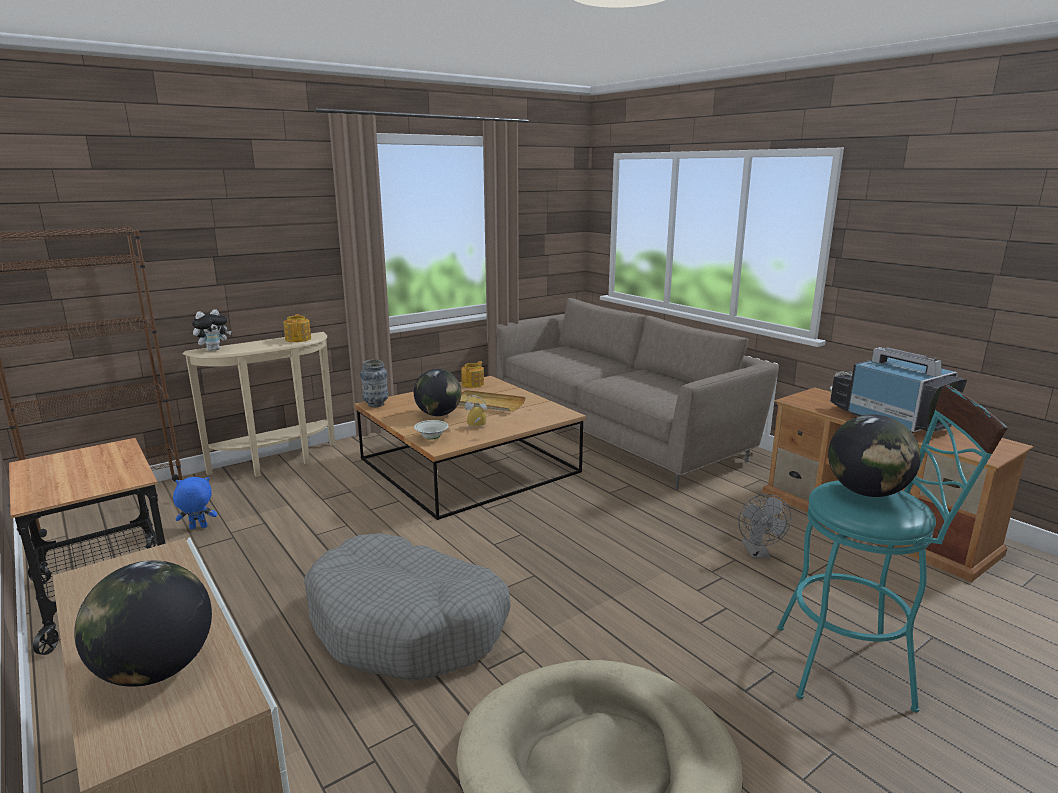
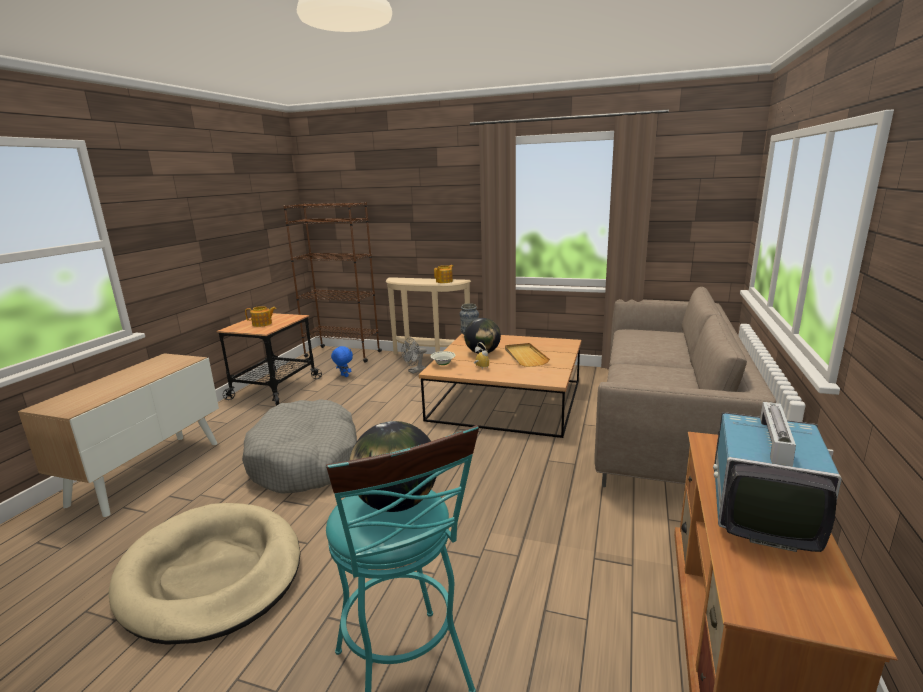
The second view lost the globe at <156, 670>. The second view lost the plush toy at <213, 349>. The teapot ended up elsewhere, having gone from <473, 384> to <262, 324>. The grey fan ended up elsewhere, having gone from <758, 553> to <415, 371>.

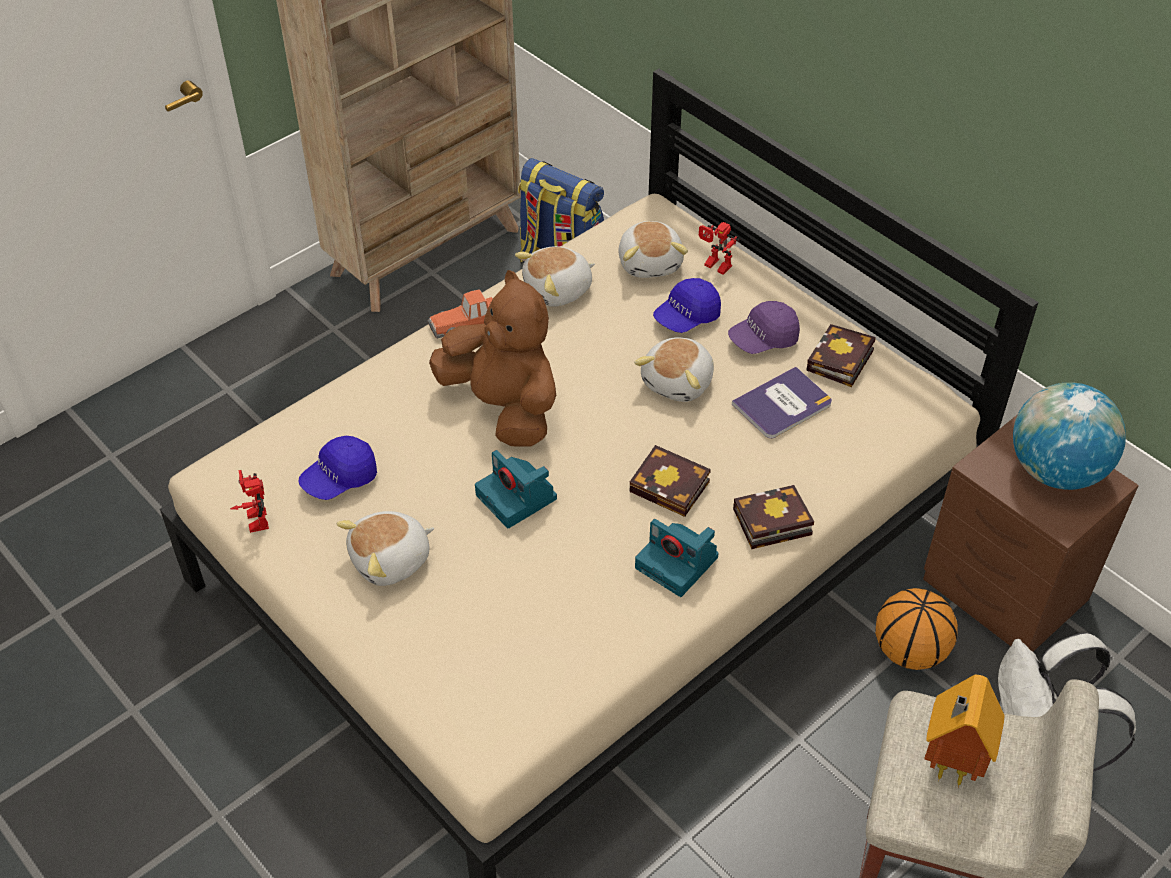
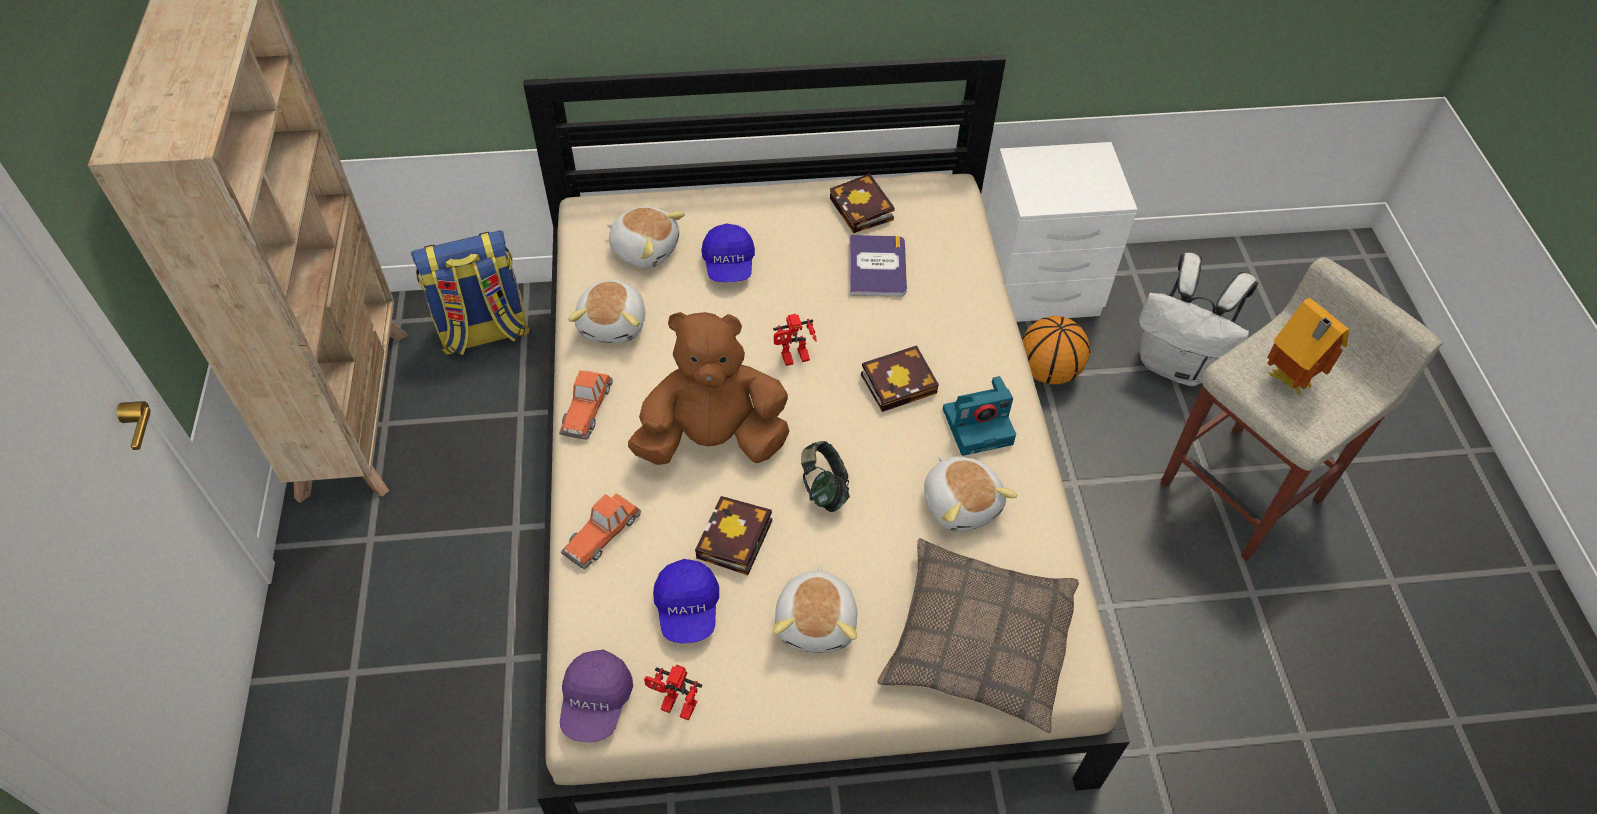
Where the photo camera stood at <518, 497>, the headphones came to stand at <824, 489>. The plush toy ended up elsewhere, having gone from <679, 382> to <961, 503>. The toy robot ended up elsewhere, having gone from <714, 266> to <794, 360>. The purple cap ended up elsewhere, having gone from <763, 339> to <596, 702>. The book ended up elsewhere, having gone from <769, 523> to <734, 543>. What was the brown nightstand at <1005, 593> turned into the white nightstand at <1041, 289>. The second view lost the globe at <1055, 470>. The second view gained the toy car at <602, 533>. The second view gained the pillow at <977, 642>.

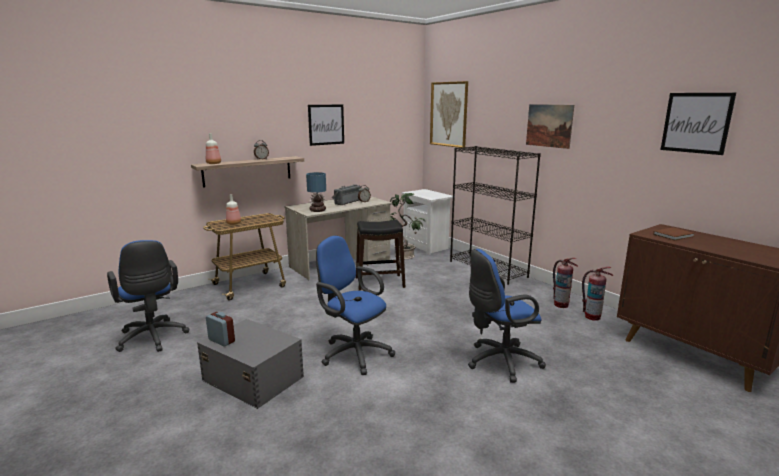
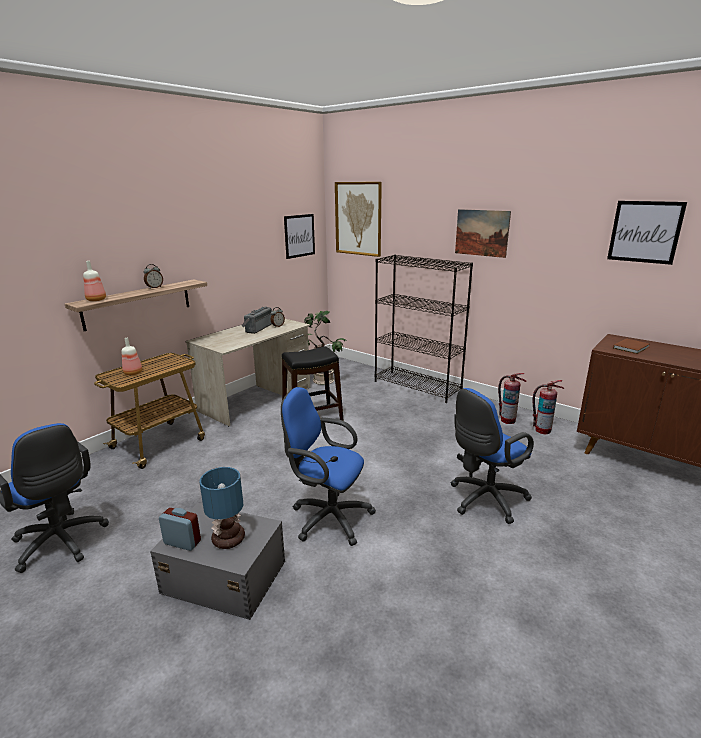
The table lamp ended up elsewhere, having gone from <317, 210> to <228, 540>. The picture ended up elsewhere, having gone from <326, 124> to <299, 236>. The second view lost the white nightstand at <427, 246>.

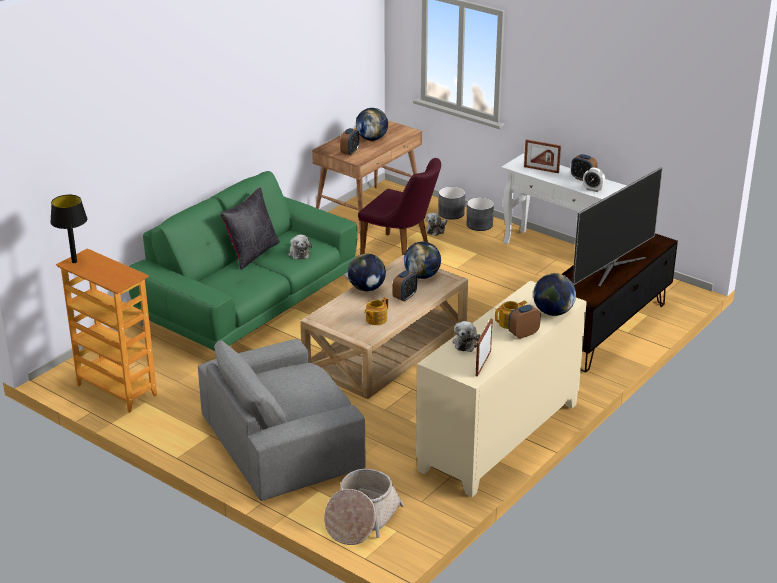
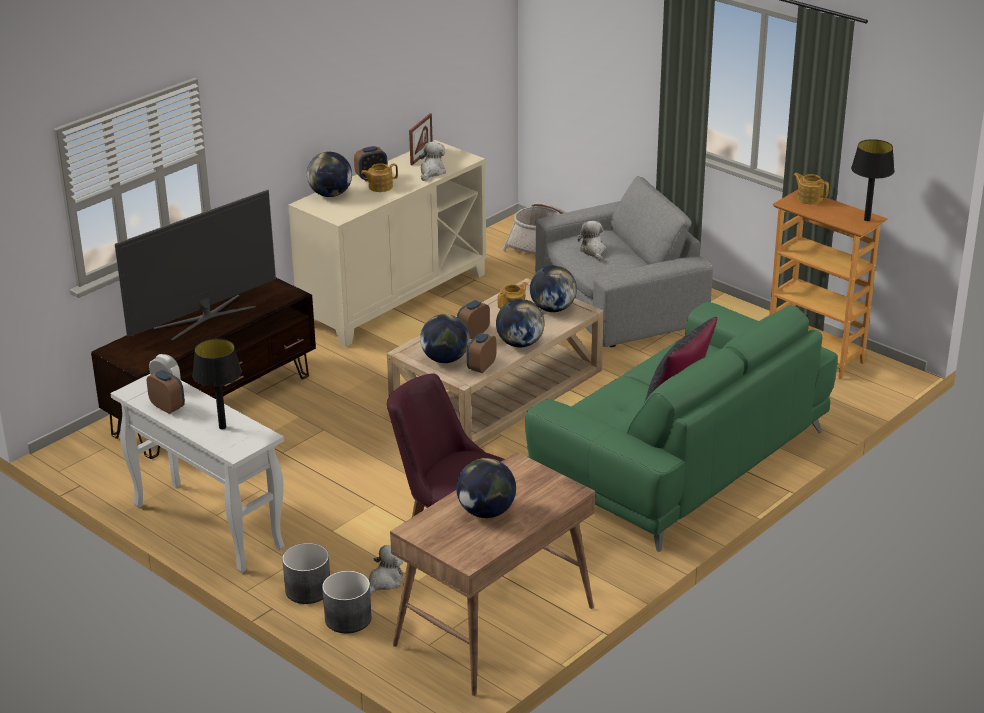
The plush toy ended up elsewhere, having gone from <299, 253> to <593, 251>. The alarm clock ended up elsewhere, having gone from <350, 152> to <481, 367>. Where the picture frame stood at <541, 169>, the black table lamp came to stand at <222, 427>. The second view gained the globe at <552, 309>. The second view gained the teapot at <809, 198>.

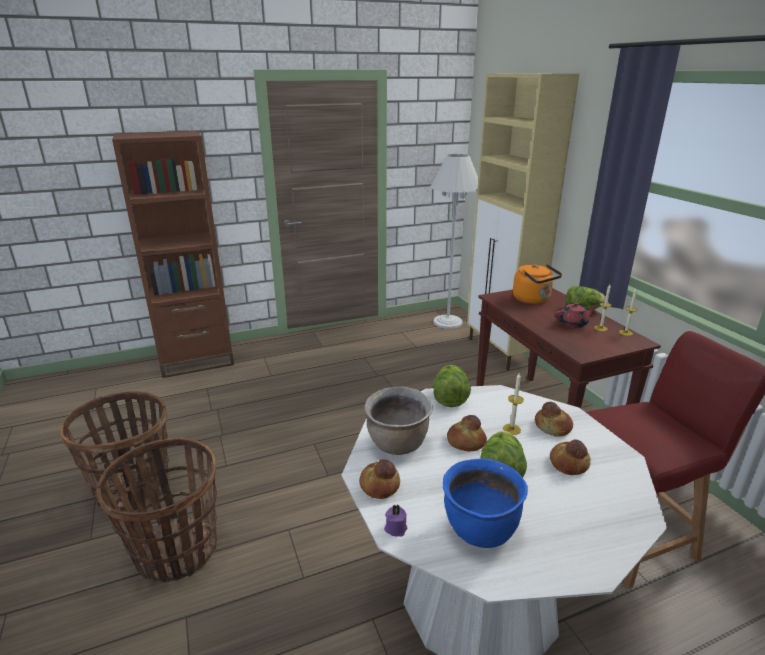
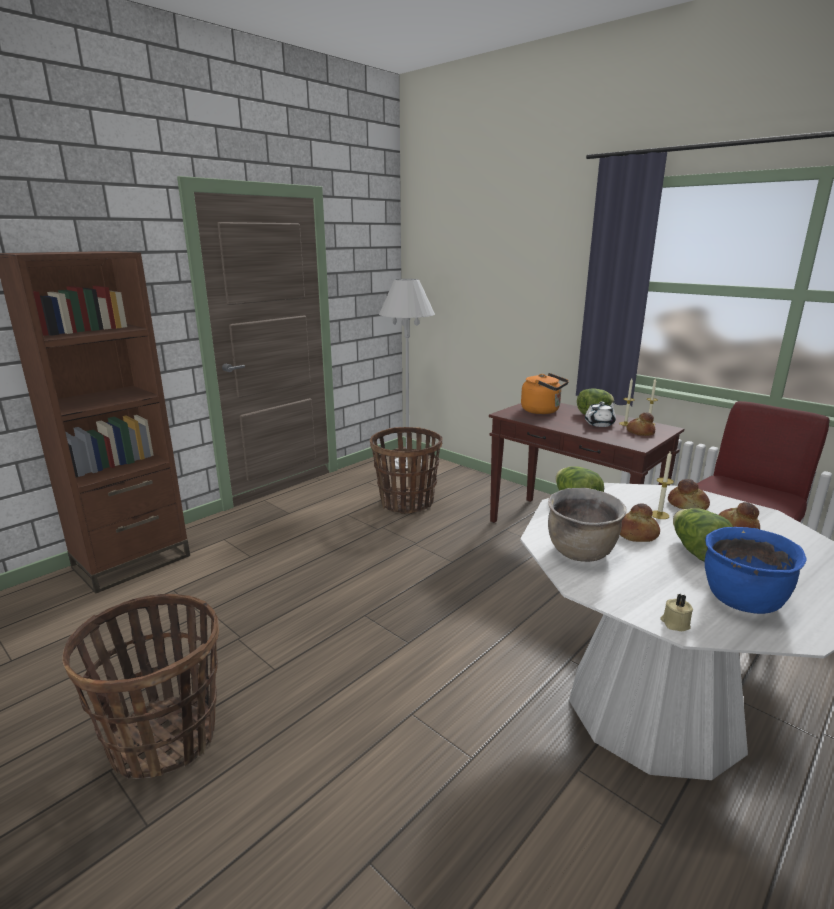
The basket ended up elsewhere, having gone from <176, 551> to <406, 503>. The bread ended up elsewhere, having gone from <379, 485> to <640, 432>. What was the purple candle at <395, 527> turned into the beige candle at <674, 623>. The second view lost the beige cabinet at <500, 351>. What was the red teapot at <573, 324> turned into the white teapot at <600, 424>.

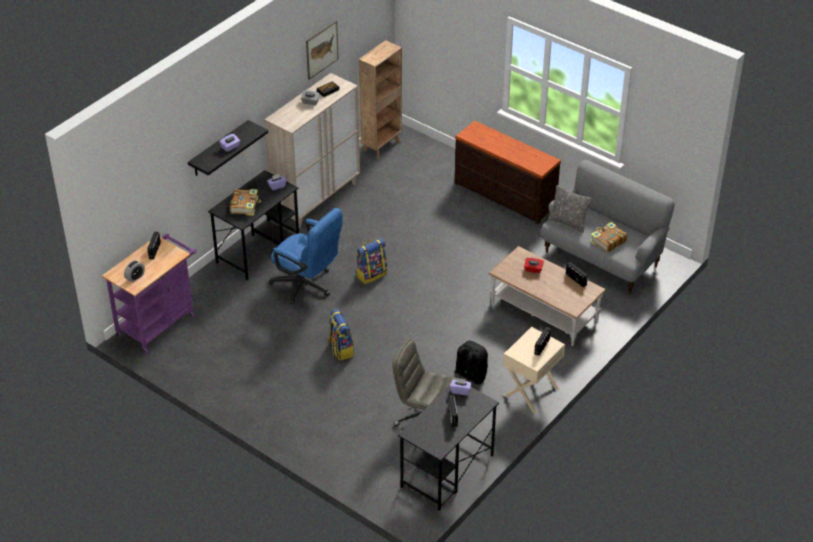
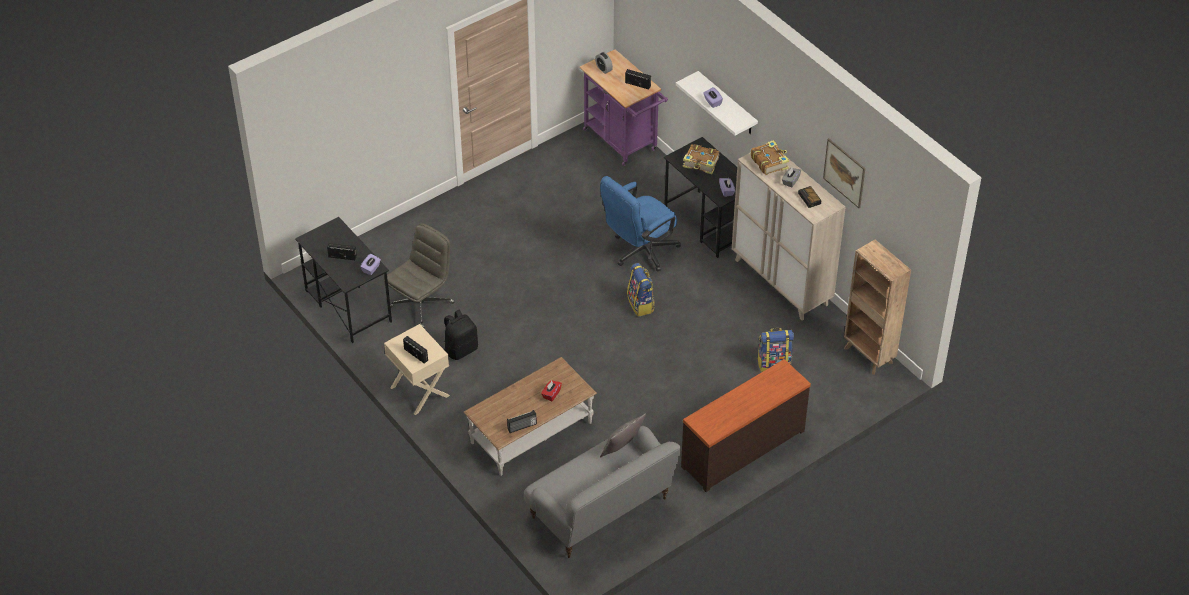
What was the black shelf at <219, 149> turned into the white shelf at <727, 104>. The backpack ended up elsewhere, having gone from <340, 349> to <774, 363>. The book ended up elsewhere, having gone from <607, 241> to <769, 162>.

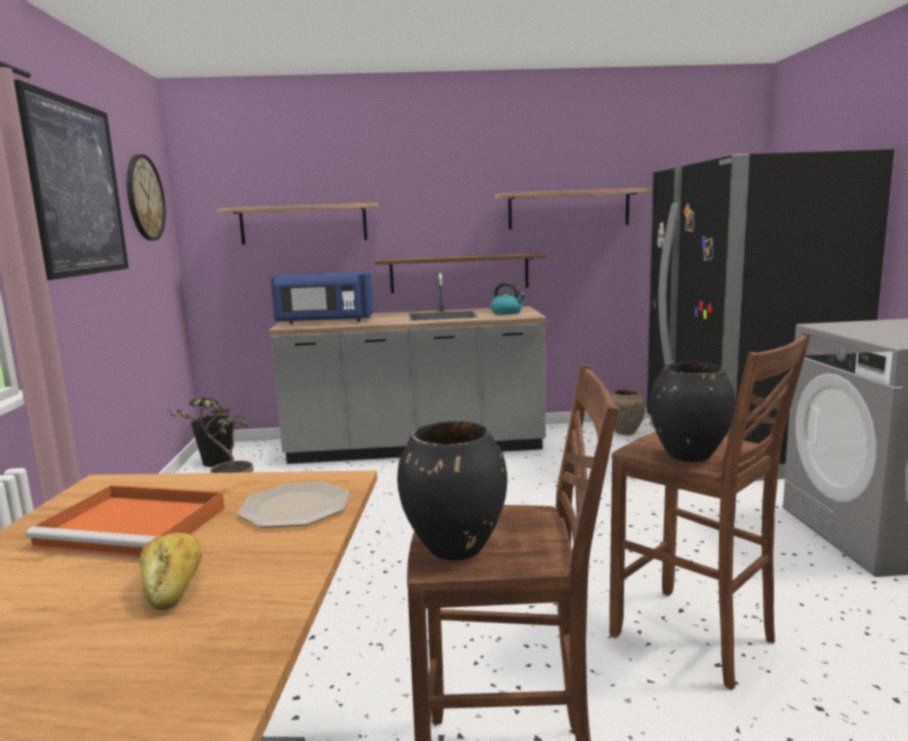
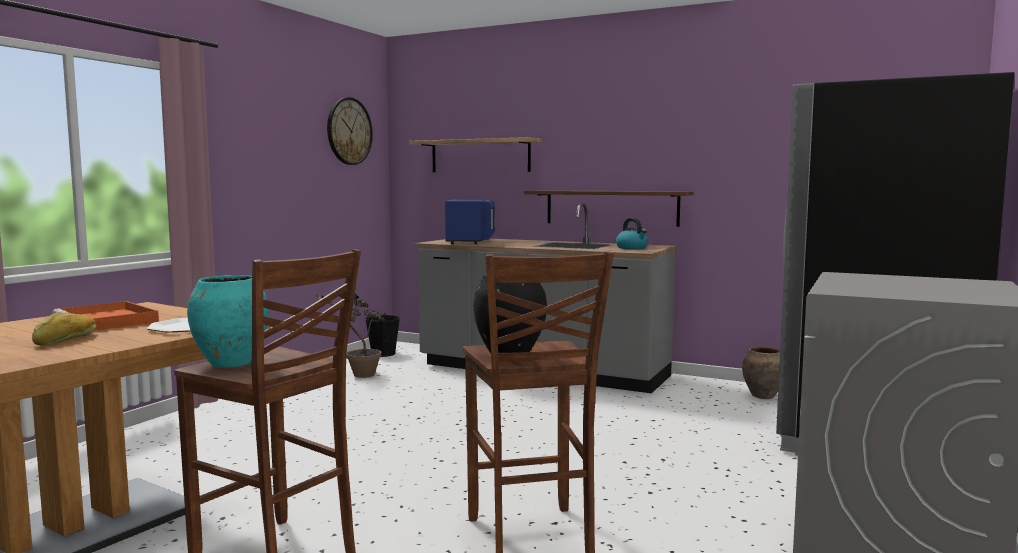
The second view lost the picture at <77, 188>. The blue microwave at <324, 321> ended up facing another way, 120 degrees counterclockwise from before. What was the black vase at <456, 549> turned into the turquoise vase at <231, 364>. The second view lost the shelf at <568, 209>.

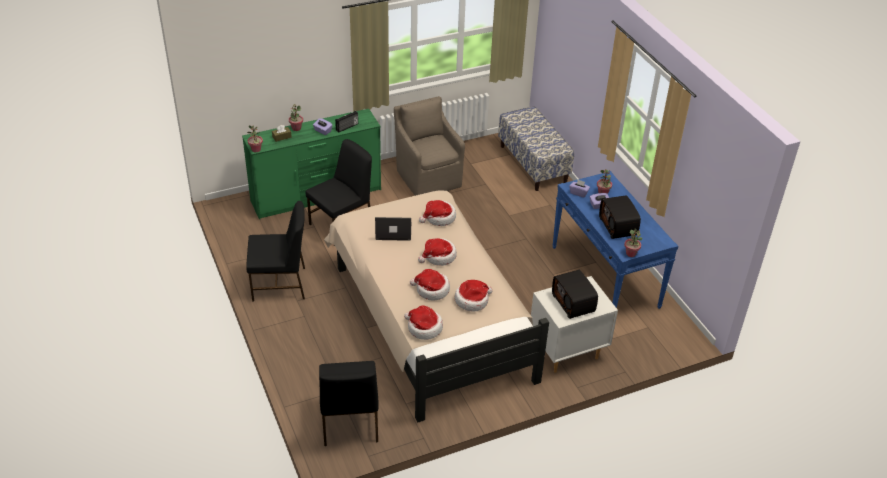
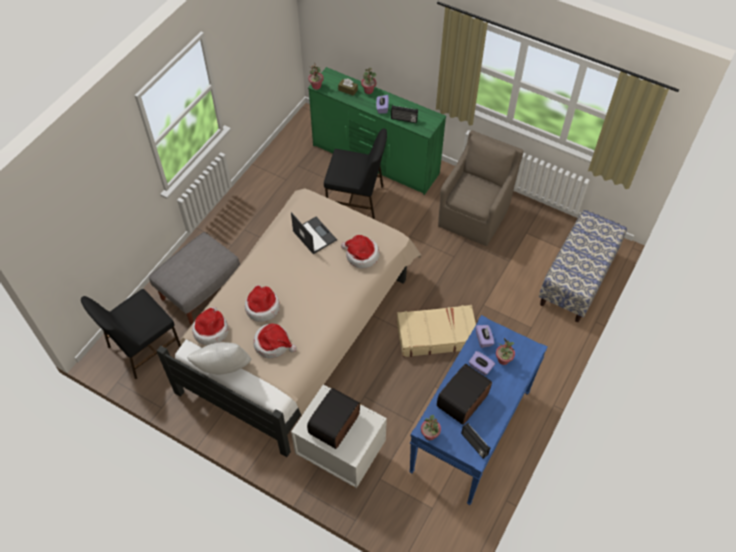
The second view lost the black chair at <280, 284>. The second view lost the hat at <438, 256>. The second view gained the grey ottoman at <201, 290>. The second view gained the white pillow at <224, 371>. The second view gained the beige suitcase at <436, 335>. The second view gained the radio at <474, 444>.

